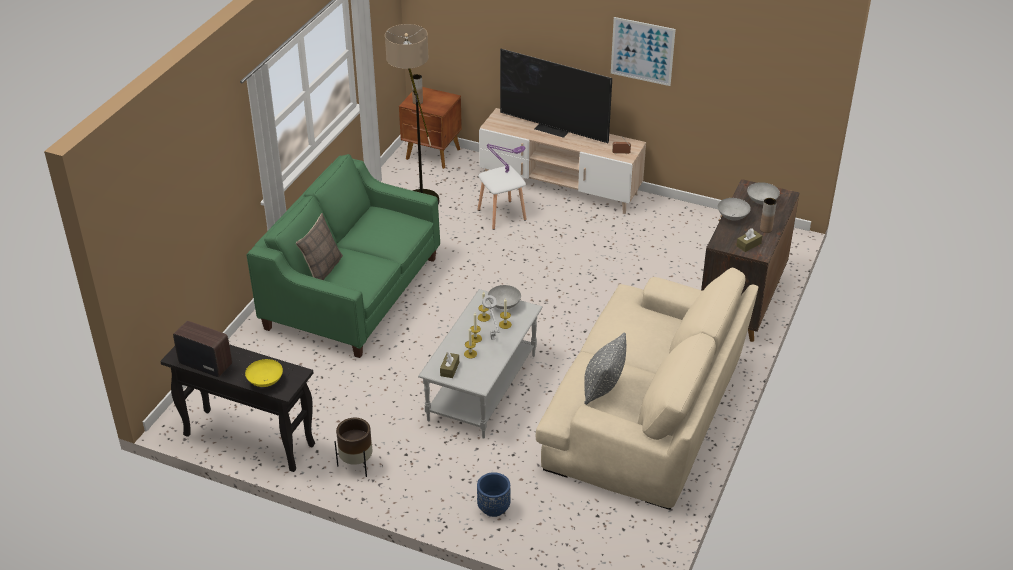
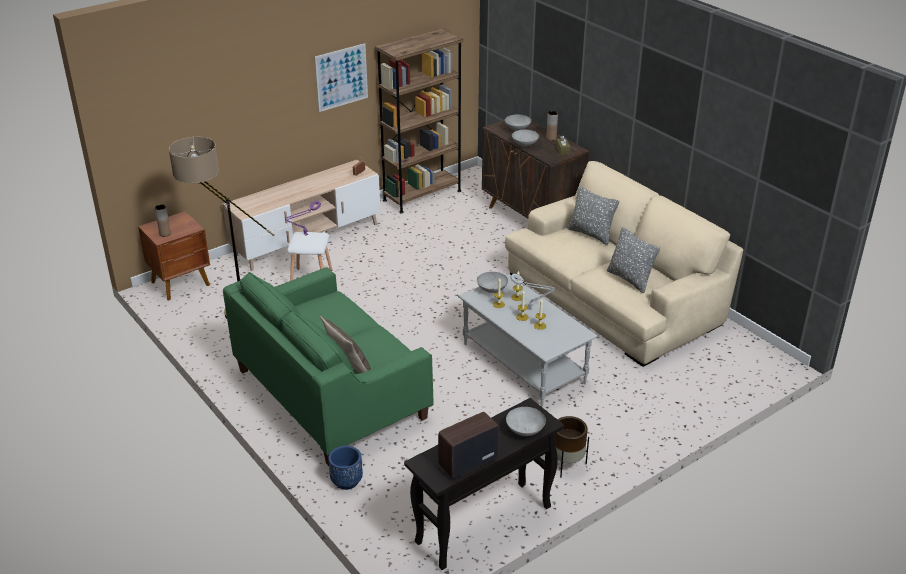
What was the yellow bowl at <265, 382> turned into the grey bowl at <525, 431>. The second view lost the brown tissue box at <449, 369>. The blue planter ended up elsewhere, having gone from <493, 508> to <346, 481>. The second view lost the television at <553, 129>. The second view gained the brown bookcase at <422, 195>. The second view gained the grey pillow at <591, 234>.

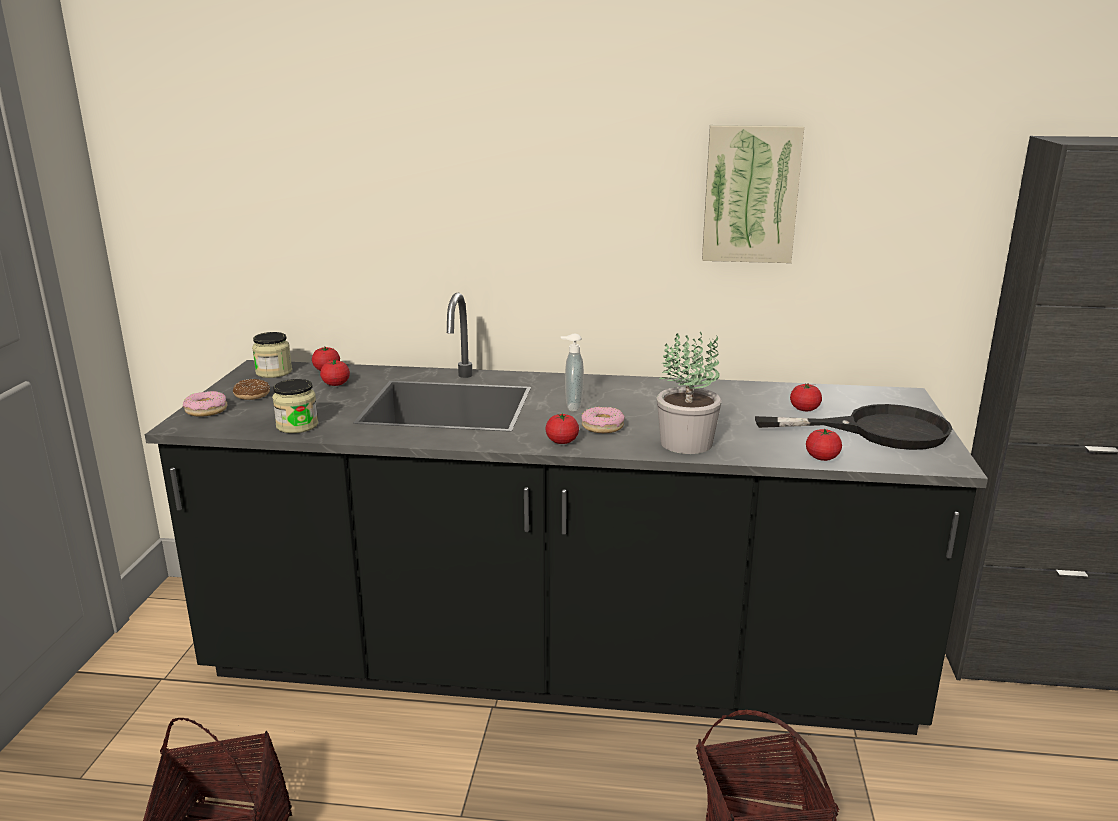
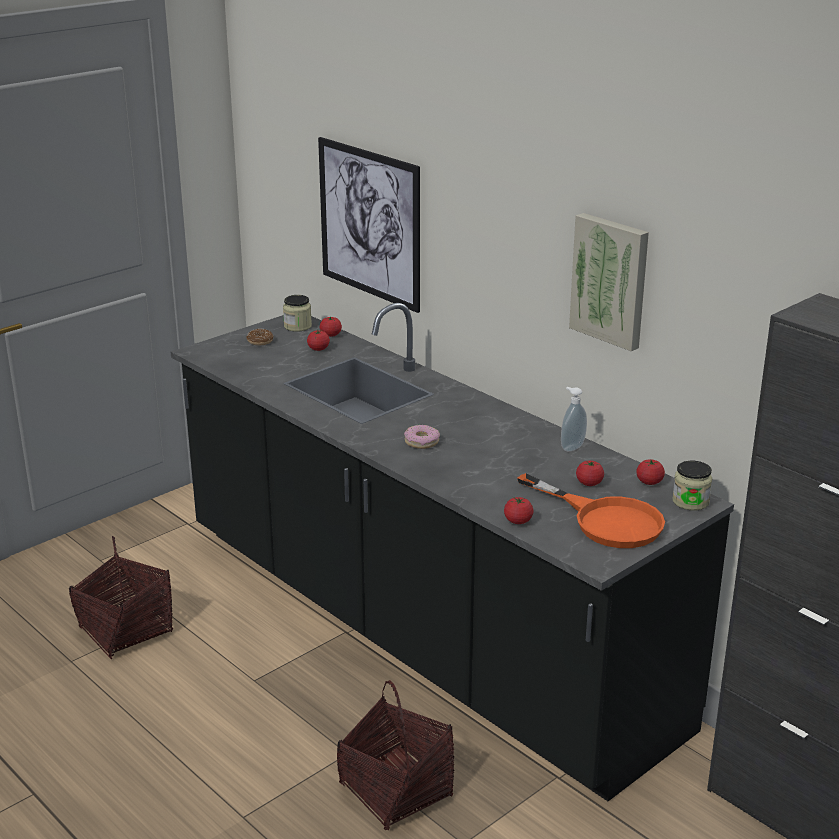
The second view lost the donut at <206, 410>. The jar ended up elsewhere, having gone from <297, 425> to <690, 501>. The tomato ended up elsewhere, having gone from <562, 441> to <649, 482>. The soap dispenser ended up elsewhere, having gone from <572, 407> to <571, 447>. The second view lost the potted plant at <687, 443>. What was the black frying pan at <878, 431> turned into the orange frying pan at <605, 520>. The second view gained the picture at <369, 223>.

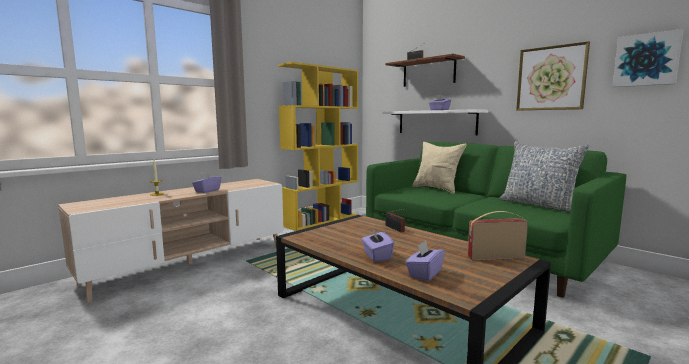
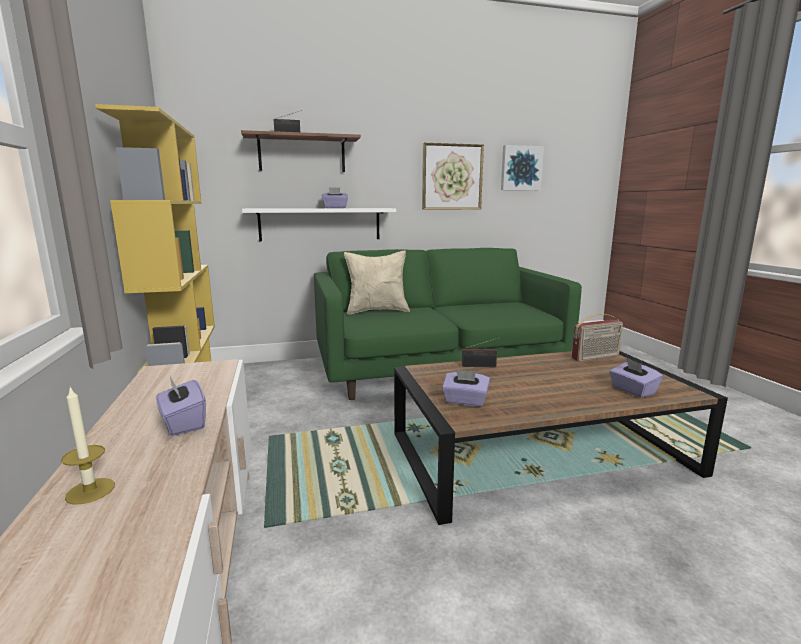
The purple tissue box ended up elsewhere, having gone from <376, 256> to <465, 401>. The radio at <495, 257> ended up facing another way, 135 degrees counterclockwise from before. The second view lost the pillow at <538, 205>.

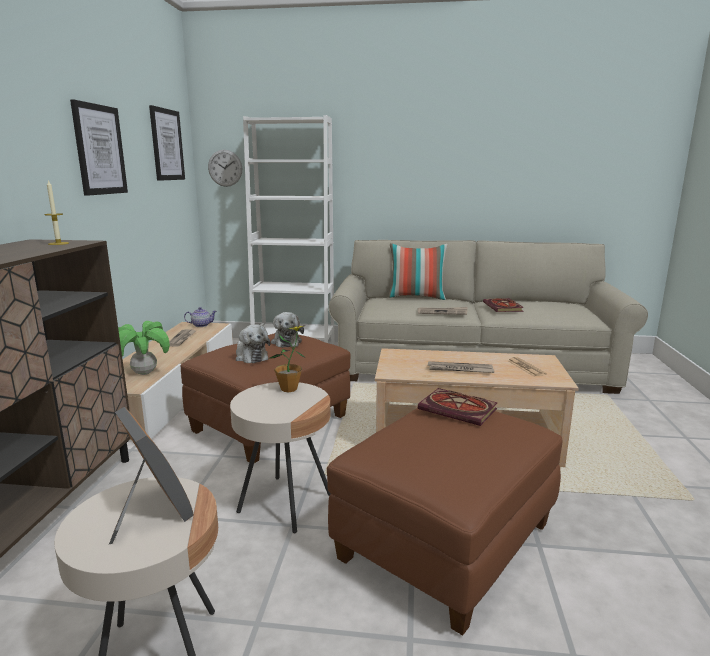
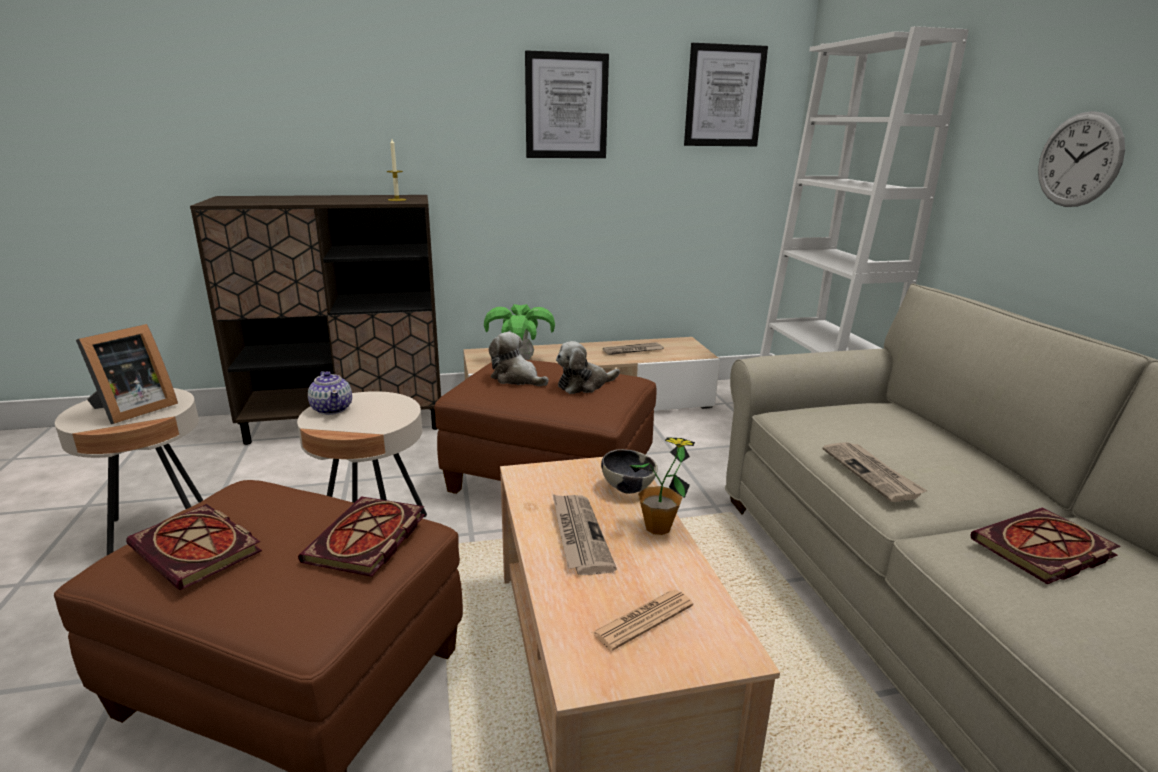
The teapot ended up elsewhere, having gone from <201, 325> to <332, 409>. The wall clock ended up elsewhere, having gone from <225, 168> to <1079, 160>. The plush toy at <250, 356> ended up facing another way, 90 degrees clockwise from before. The potted plant ended up elsewhere, having gone from <289, 389> to <658, 527>. The second view lost the pillow at <416, 297>. The second view gained the book at <200, 549>. The second view gained the bowl at <628, 487>.

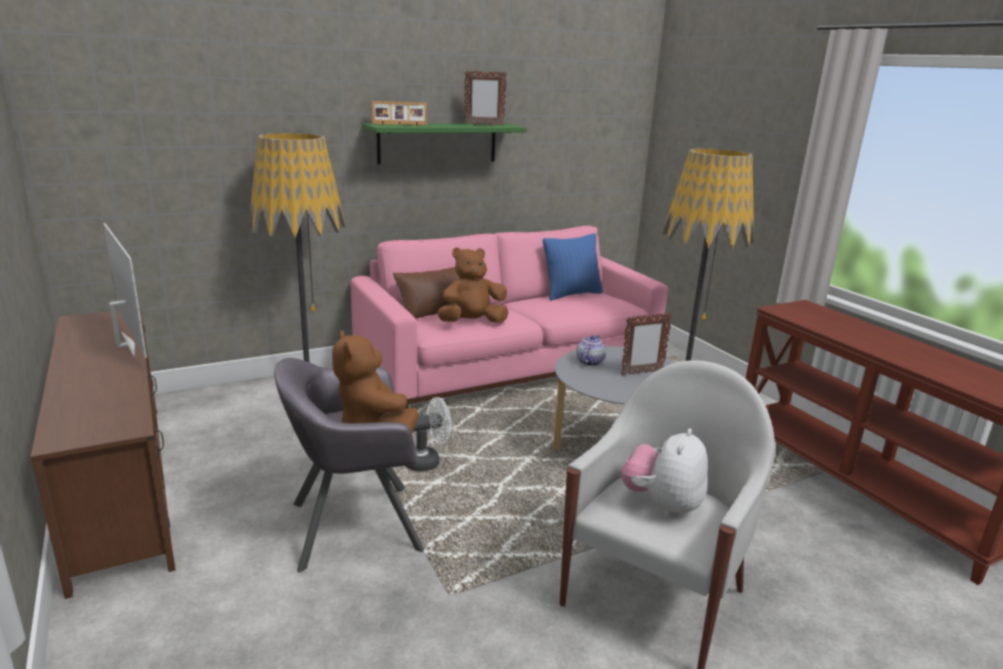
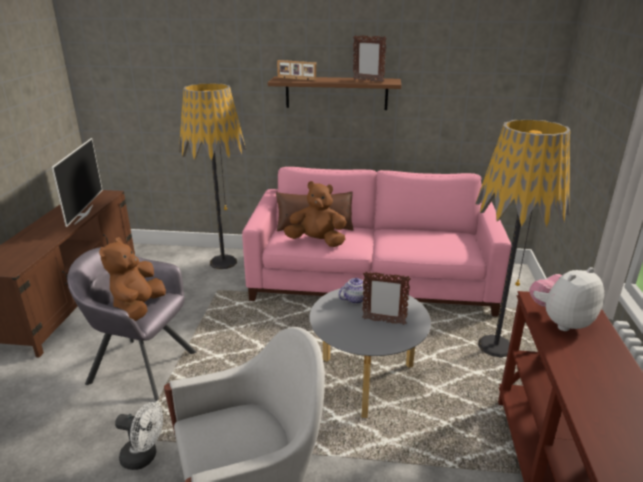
What was the green shelf at <438, 143> turned into the brown shelf at <336, 93>. The white fan ended up elsewhere, having gone from <428, 461> to <144, 457>. The second view lost the blue pillow at <571, 294>. The plush toy ended up elsewhere, having gone from <662, 505> to <560, 321>.

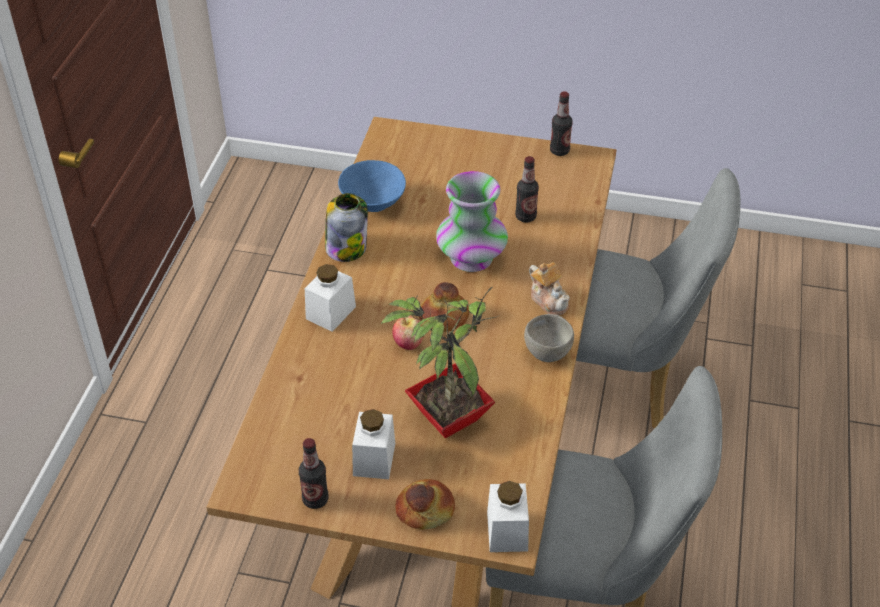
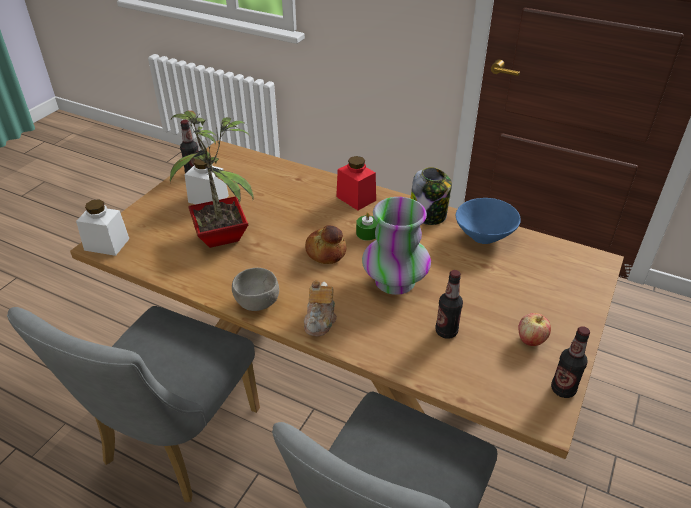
What was the white jar at <331, 313> turned into the red jar at <356, 198>. The apple ended up elsewhere, having gone from <408, 343> to <531, 340>. The second view lost the bread at <425, 510>. The teapot at <549, 300> ended up facing another way, 60 degrees counterclockwise from before. The second view gained the green candle at <367, 233>.

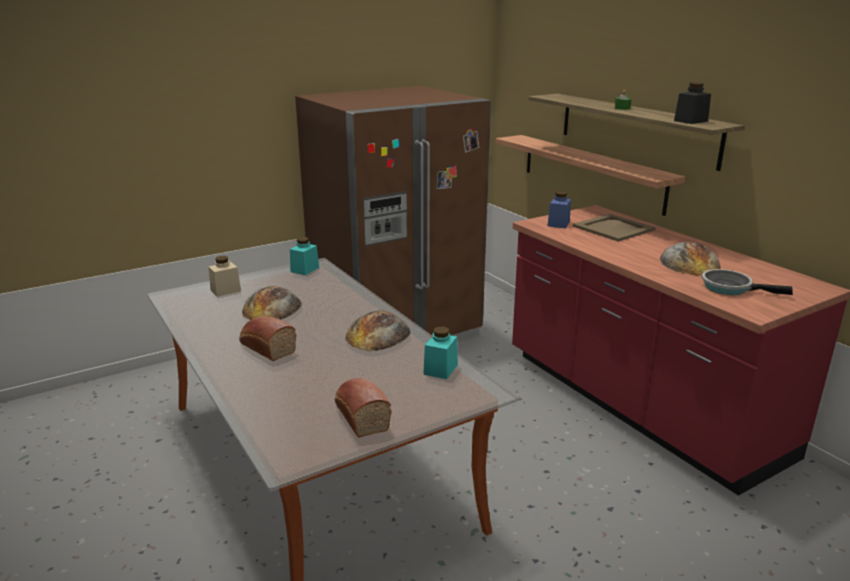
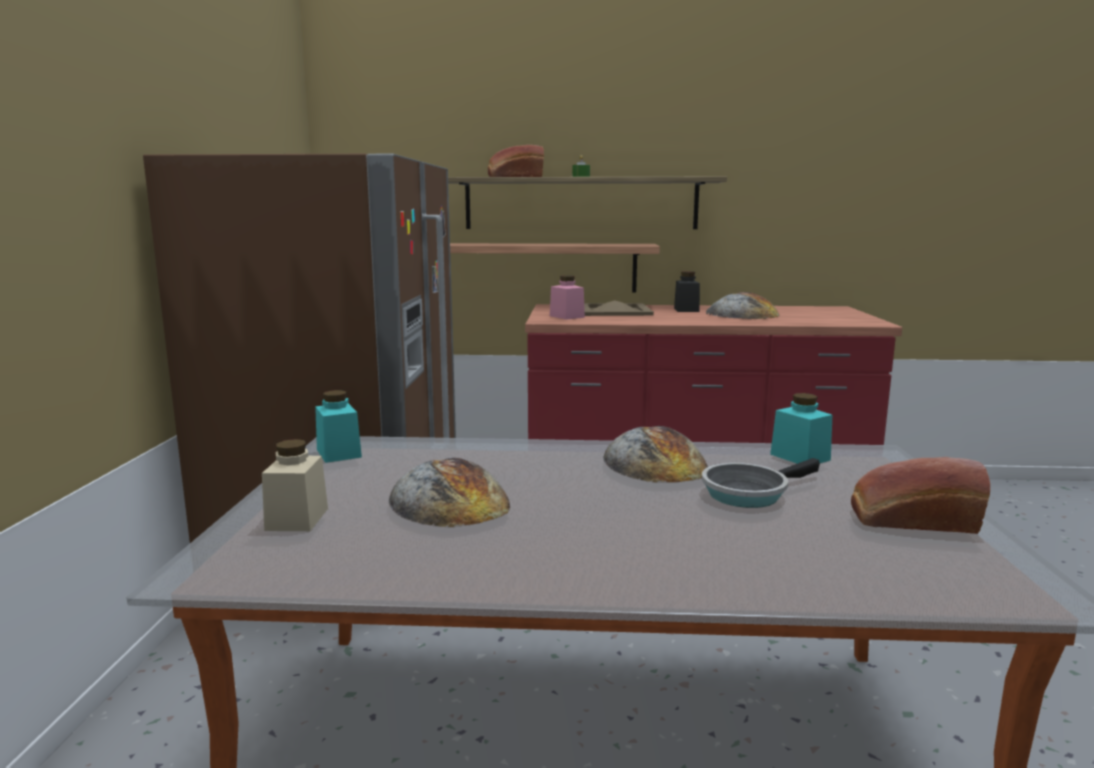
The bread ended up elsewhere, having gone from <266, 347> to <514, 177>. What was the blue jar at <558, 224> turned into the pink jar at <567, 316>. The black jar ended up elsewhere, having gone from <690, 121> to <686, 310>. The frying pan ended up elsewhere, having gone from <730, 288> to <749, 492>.

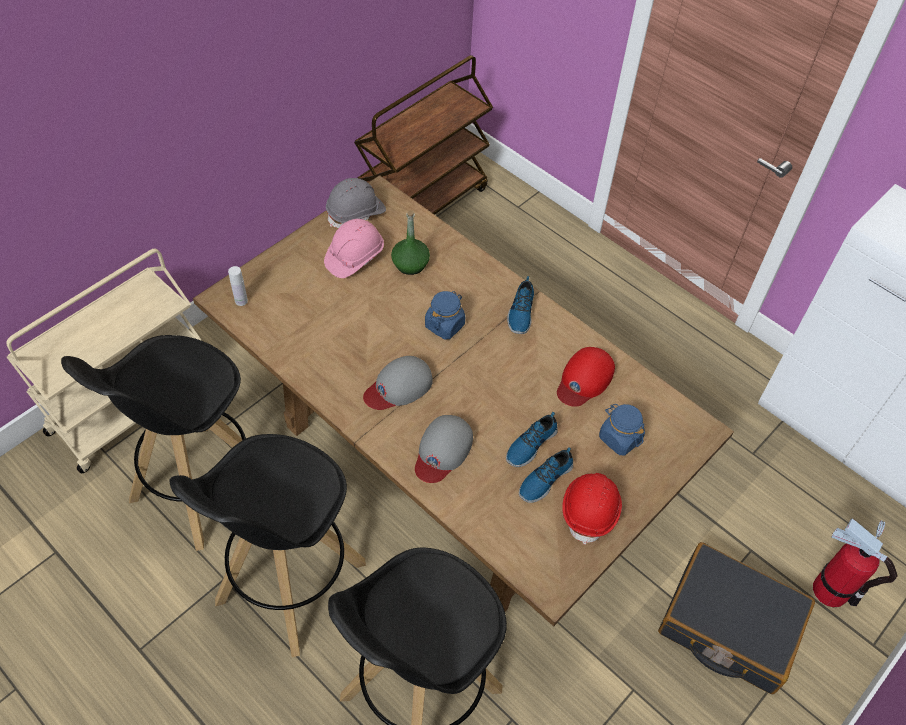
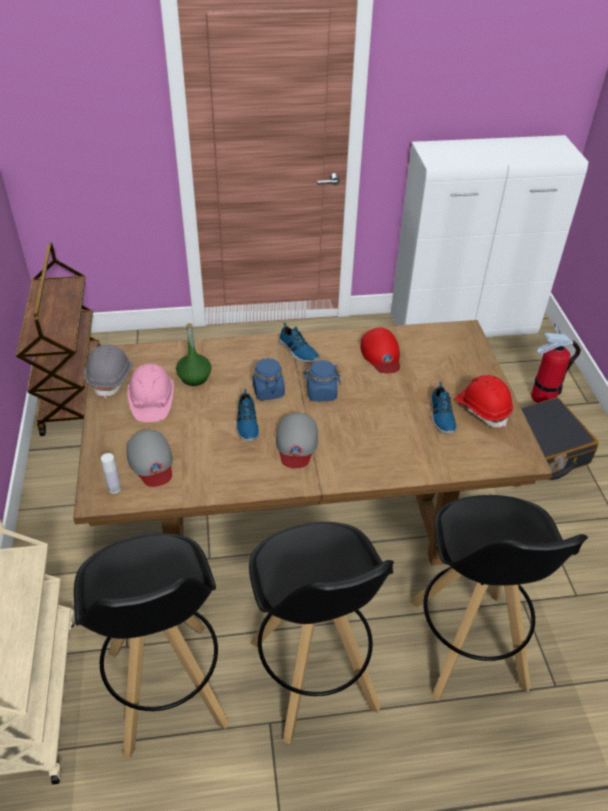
The grey cap ended up elsewhere, having gone from <442, 450> to <151, 461>. The shoe ended up elsewhere, having gone from <530, 444> to <246, 423>. The blue jar ended up elsewhere, having gone from <619, 438> to <321, 393>.

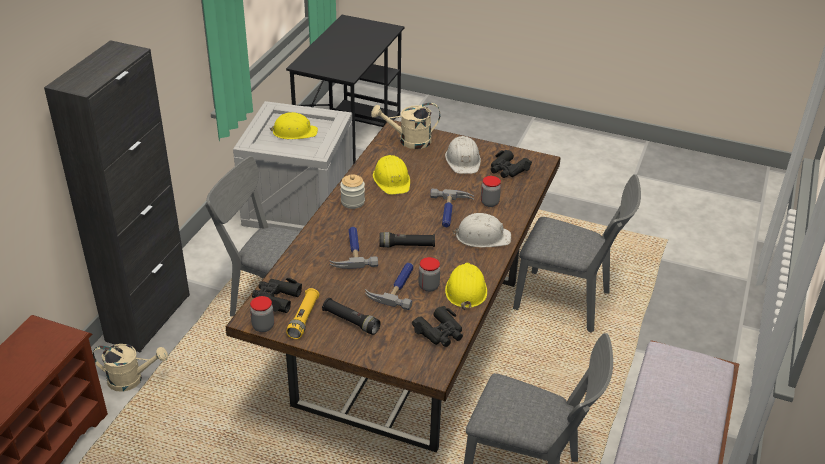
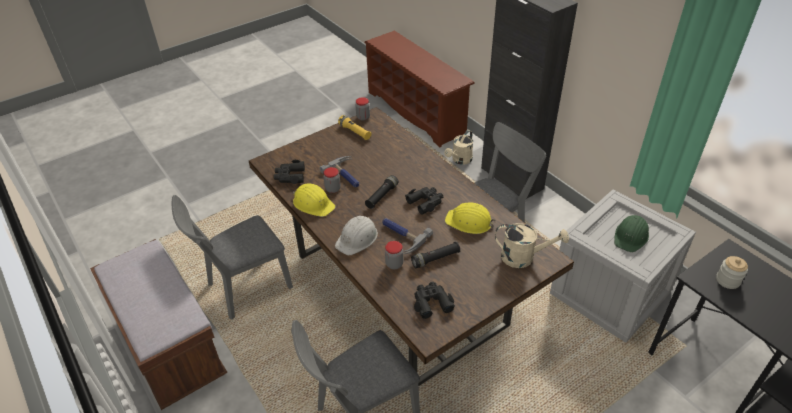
The black binoculars ended up elsewhere, having gone from <276, 299> to <425, 202>. What was the yellow hard hat at <294, 132> turned into the green hard hat at <631, 236>. The black flashlight ended up elsewhere, having gone from <351, 321> to <435, 259>. The second view lost the hammer at <352, 251>. The jar ended up elsewhere, having gone from <352, 202> to <727, 280>. The beige watering can at <409, 141> ended up facing another way, 75 degrees clockwise from before. The second view lost the white hard hat at <463, 160>.

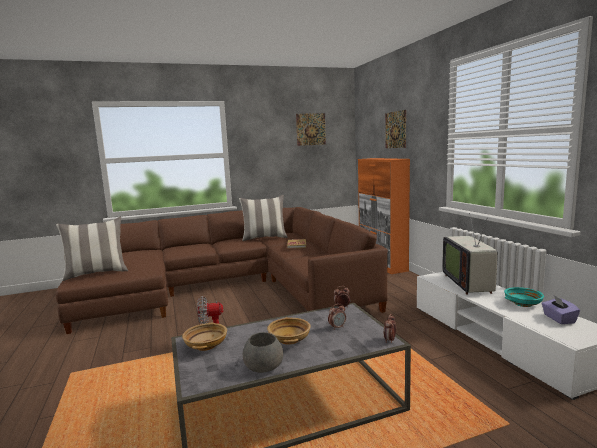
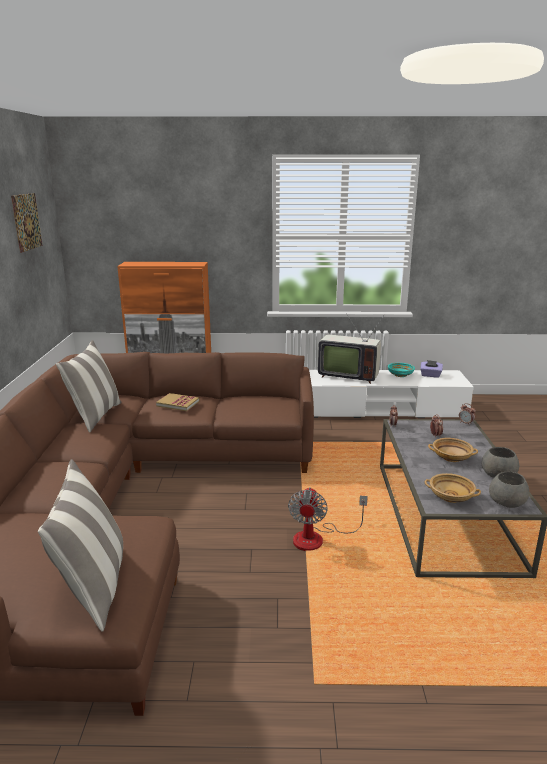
The second view lost the picture at <395, 129>. The second view gained the grey bowl at <507, 501>.

